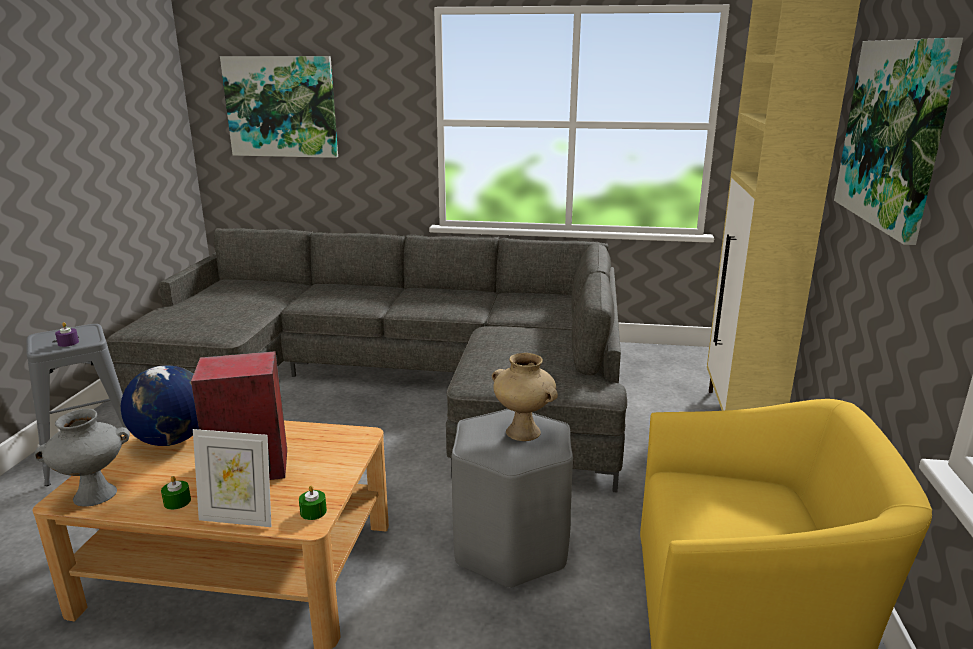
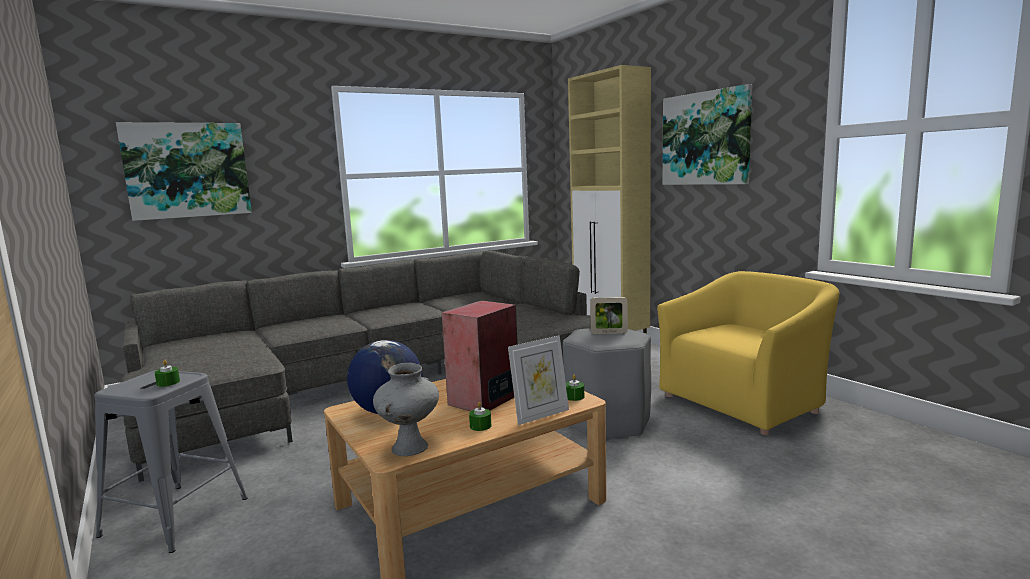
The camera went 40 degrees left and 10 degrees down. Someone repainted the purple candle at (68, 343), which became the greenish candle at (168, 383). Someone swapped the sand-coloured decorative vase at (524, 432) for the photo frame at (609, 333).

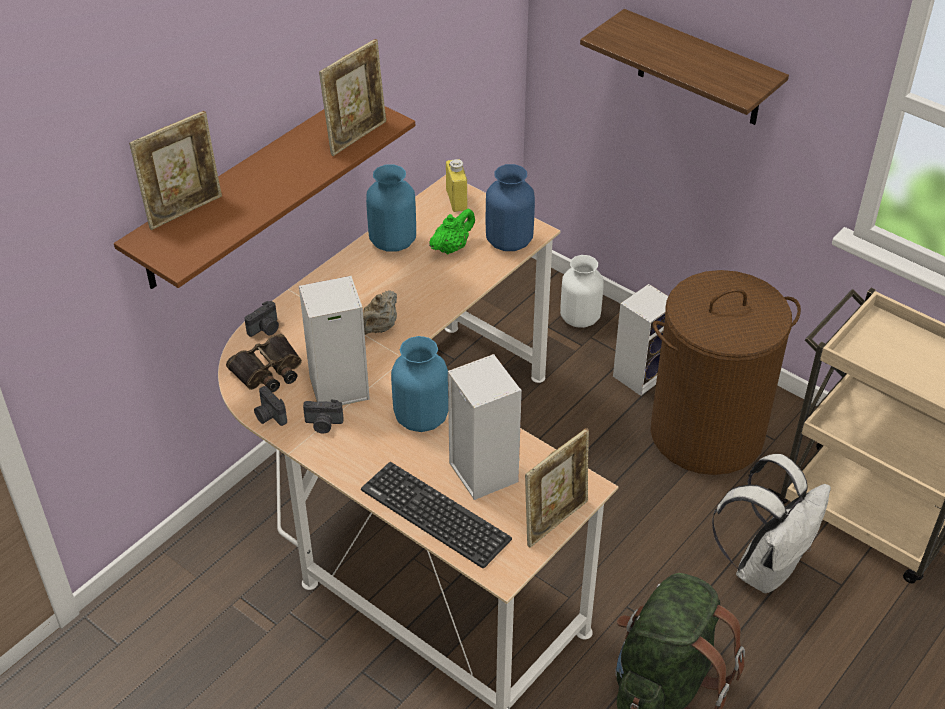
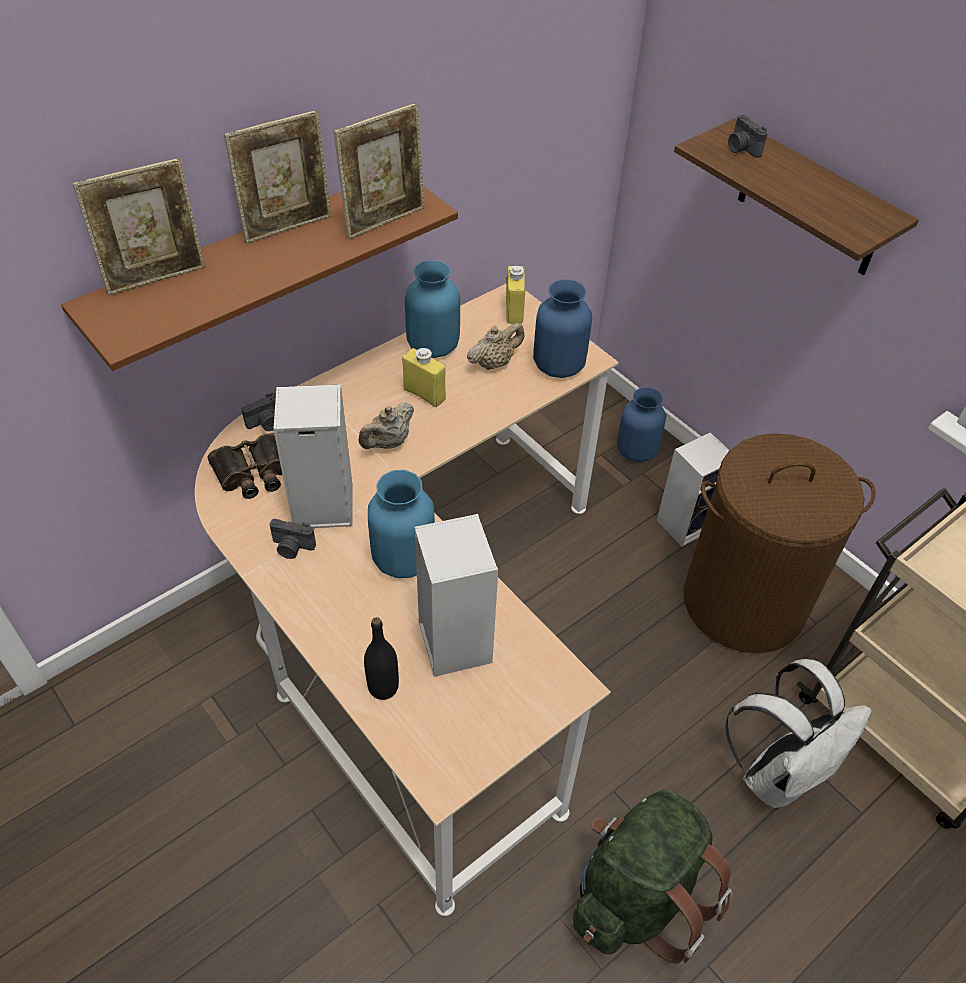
The camera went 10 degrees right and 5 degrees up. Someone repainted the greenish pot for tea at (452, 247), which became the sand-coloured pot for tea at (494, 363). Someone repainted the white decorative vase at (580, 317), which became the blue decorative vase at (636, 450). Someone carried the photo camera from (269, 416) to (741, 148). Someone carried the photo frame from (555, 520) to (288, 227). Someone swapped the PC keyboard at (435, 514) for the black beverage bottle at (383, 687). Someone put down the yellowish beverage bottle at (424, 394).

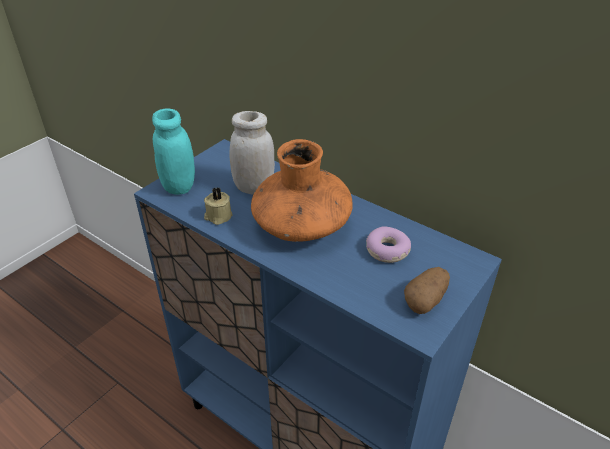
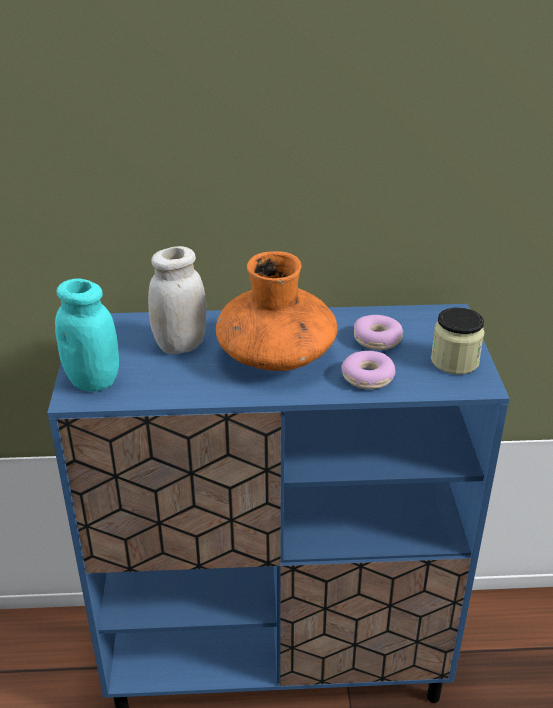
The camera went 40 degrees left and 5 degrees down. Someone took away the sand-coloured candle at (218, 216). Someone swapped the potato at (425, 300) for the preserve jar at (454, 361). Someone put down the donut at (368, 377).

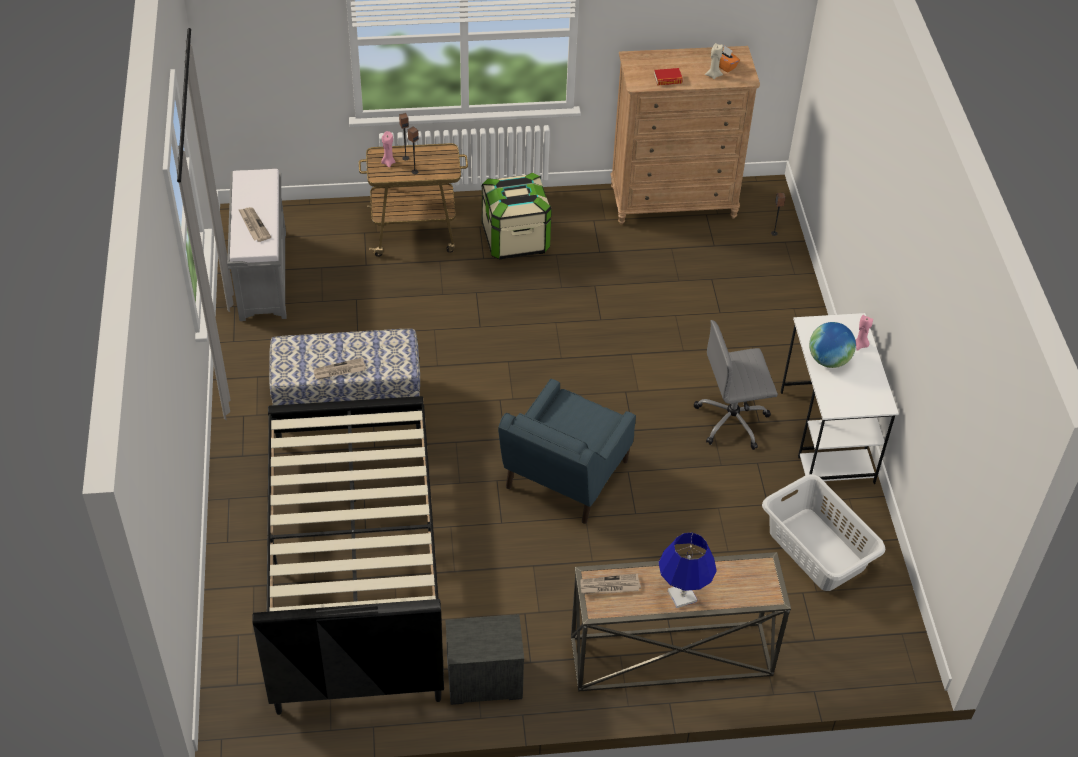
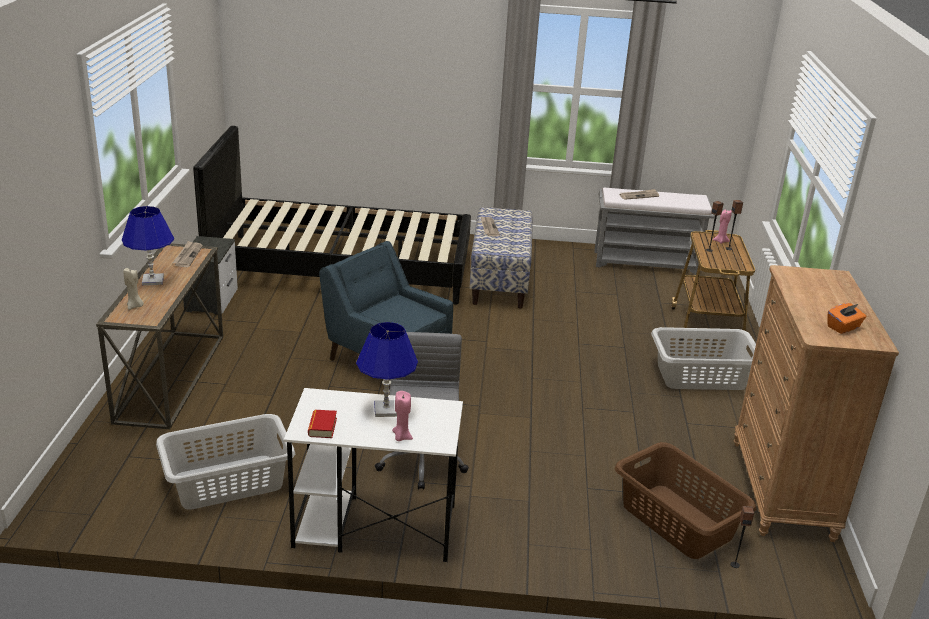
The camera went 100 degrees right and 20 degrees down. Someone carried the sand-coloured candle from (713, 75) to (135, 306). Someone carried the volume from (667, 79) to (322, 427). Someone swapped the storage container at (515, 239) for the grey hamper at (701, 376). Someone swapped the world globe at (829, 360) for the blue table lamp at (386, 409). Someone put down the brown-coloured hamper at (676, 522).

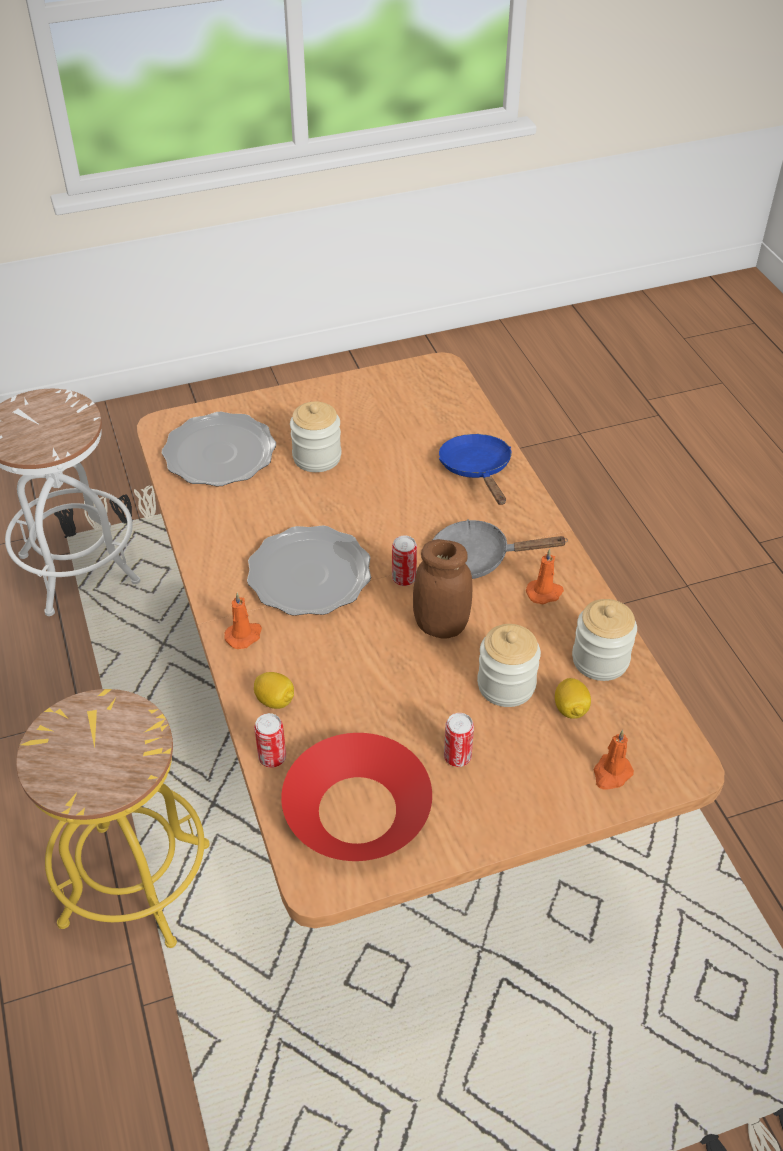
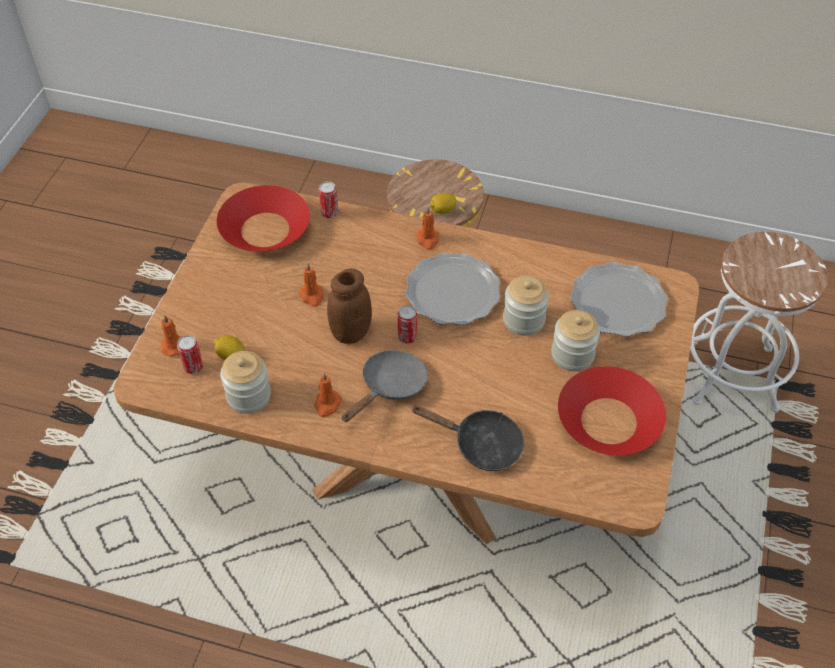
The camera went 125 degrees right and 5 degrees up. Someone repainted the blue frying pan at (477, 470), which became the black frying pan at (481, 444). Someone carried the preserve jar from (506, 685) to (523, 320). Someone carried the citrus fruit from (275, 700) to (442, 210). Someone carried the metal can from (457, 757) to (193, 367). Someone put down the orange candle at (312, 296). Someone put down the red serving bowl at (609, 420).

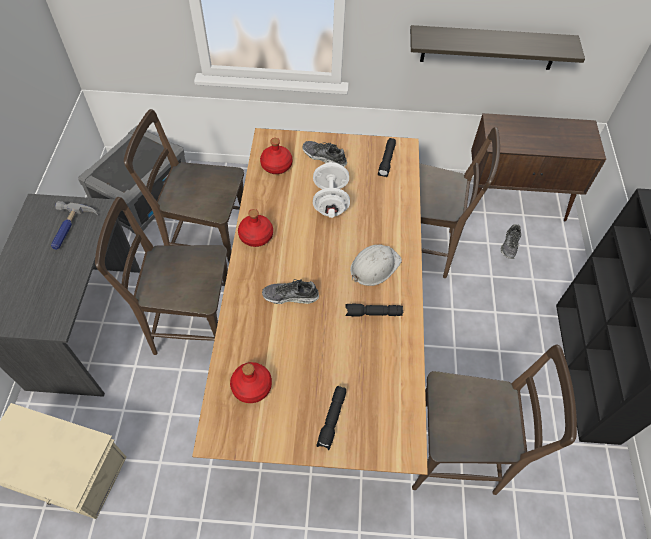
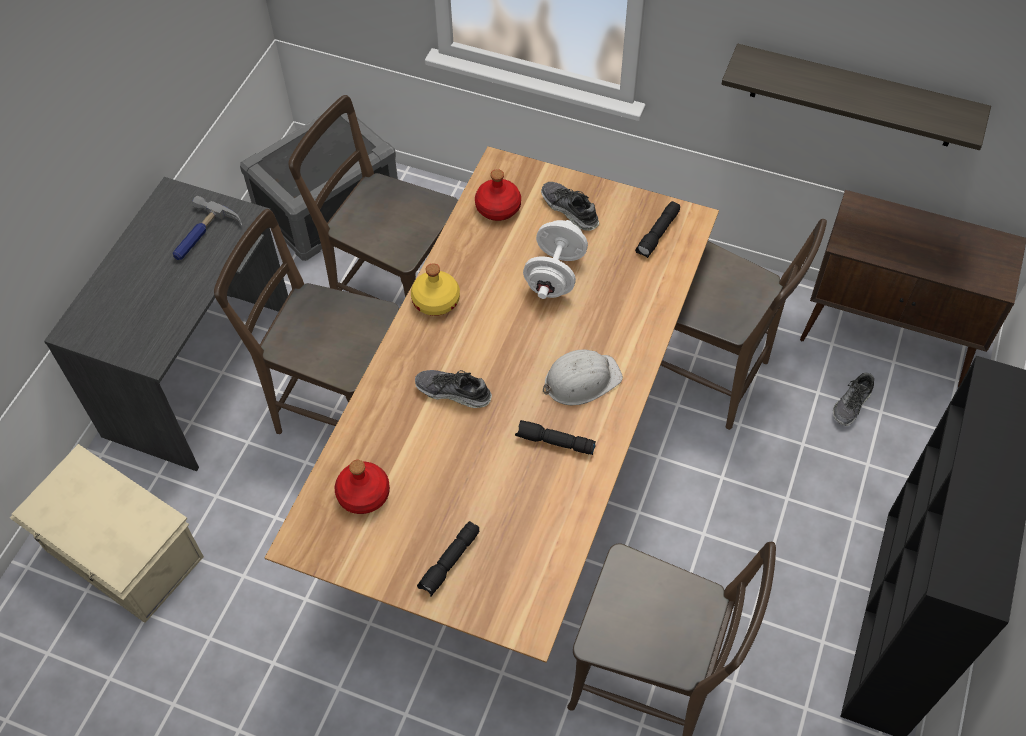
The camera went 20 degrees right and 0 degrees up. Someone repainted the red beverage bottle at (256, 236), which became the yellowish beverage bottle at (436, 300).

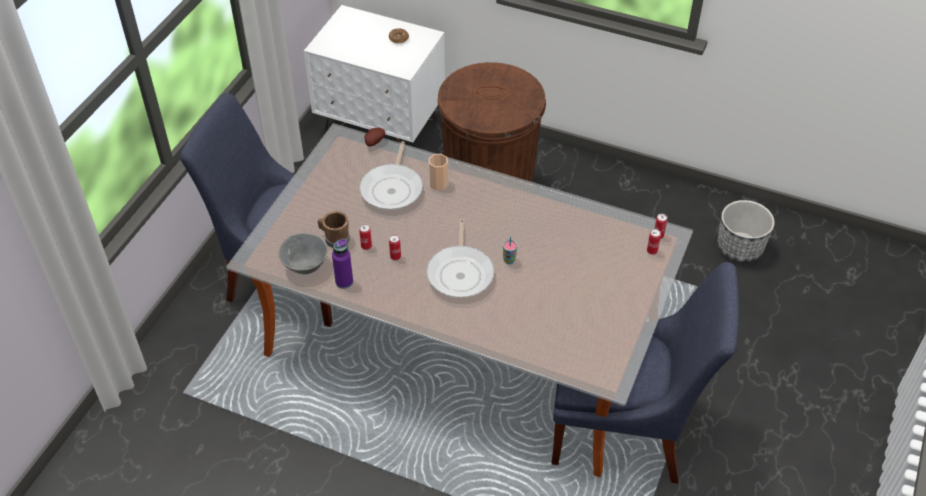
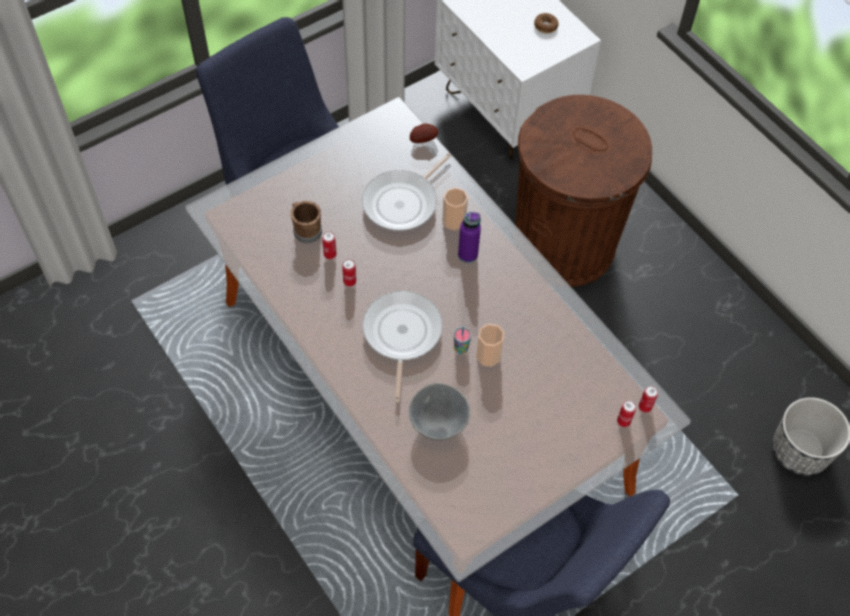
The camera went 30 degrees right and 10 degrees up. Someone rotated the frying pan at (461, 272) by 150 degrees clockwise. Someone carried the grey serving bowl from (304, 266) to (436, 424). Someone carried the purple beverage bottle from (344, 282) to (467, 255). Someone put down the cup at (488, 356).

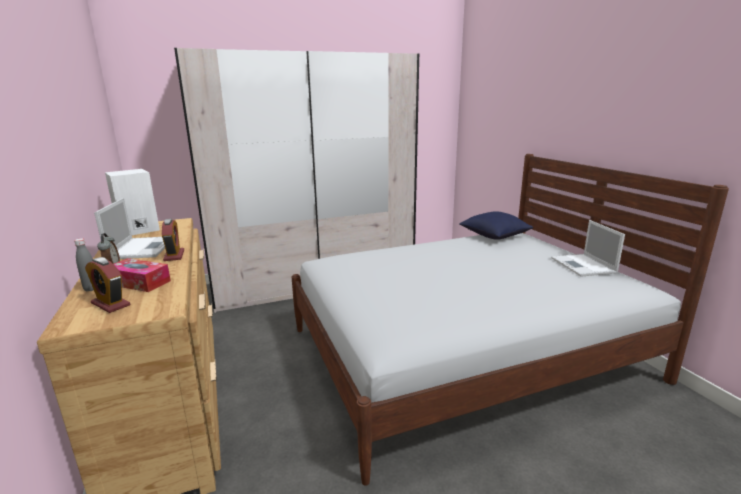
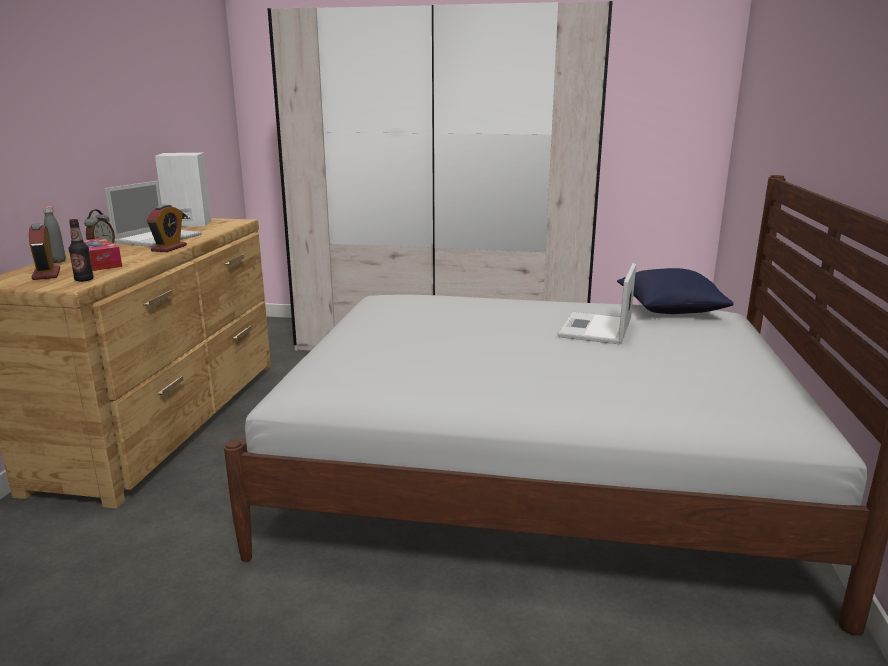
The camera went 30 degrees right and 0 degrees up. Someone carried the notebook computer from (583, 266) to (595, 329). Someone put down the beverage bottle at (84, 280).

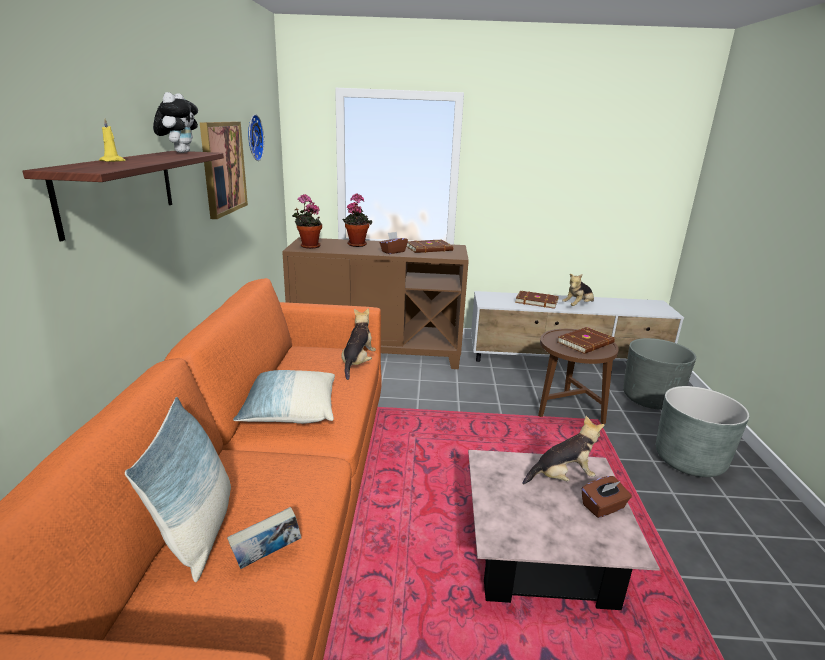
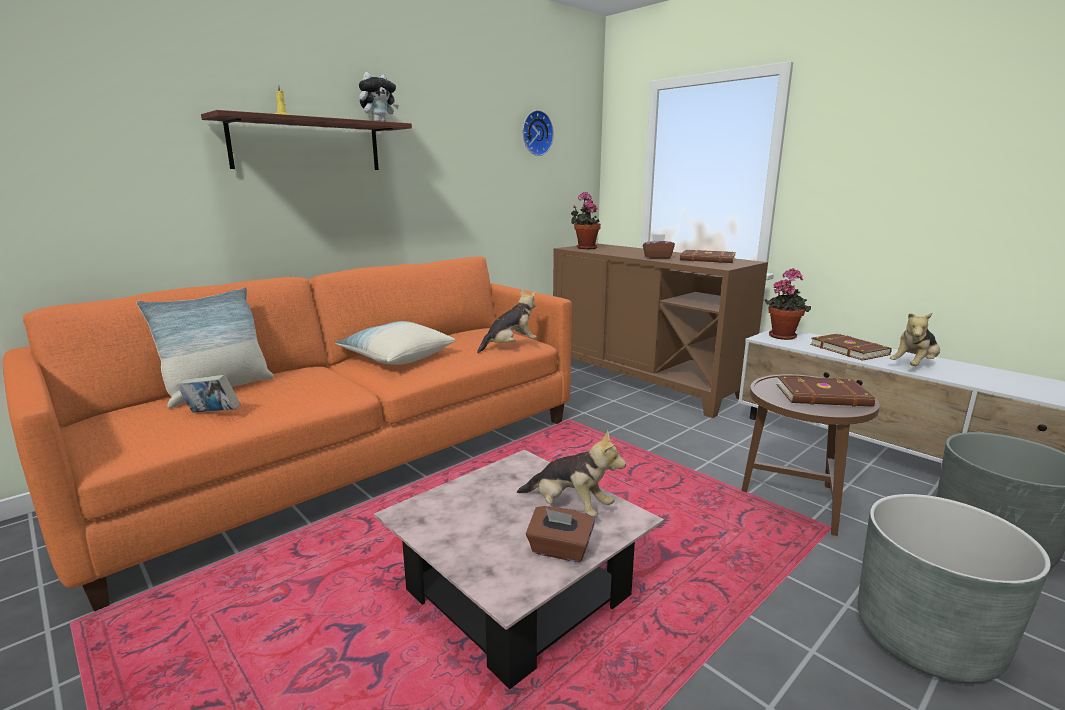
The camera went 45 degrees right and 5 degrees down. Someone took away the wall picture at (223, 168). Someone carried the houseplant from (356, 244) to (783, 336). Someone rotated the plush toy at (578, 306) by 45 degrees counterclockwise.

